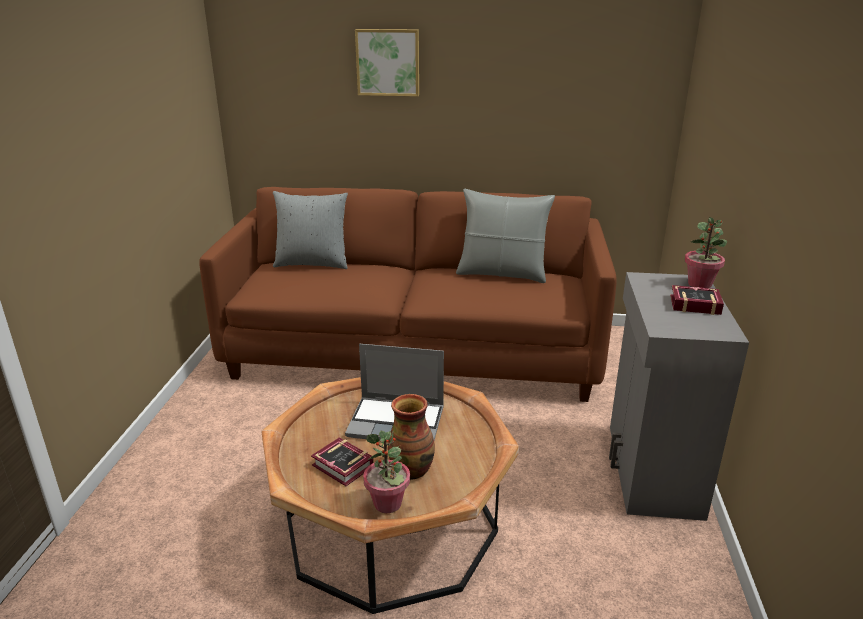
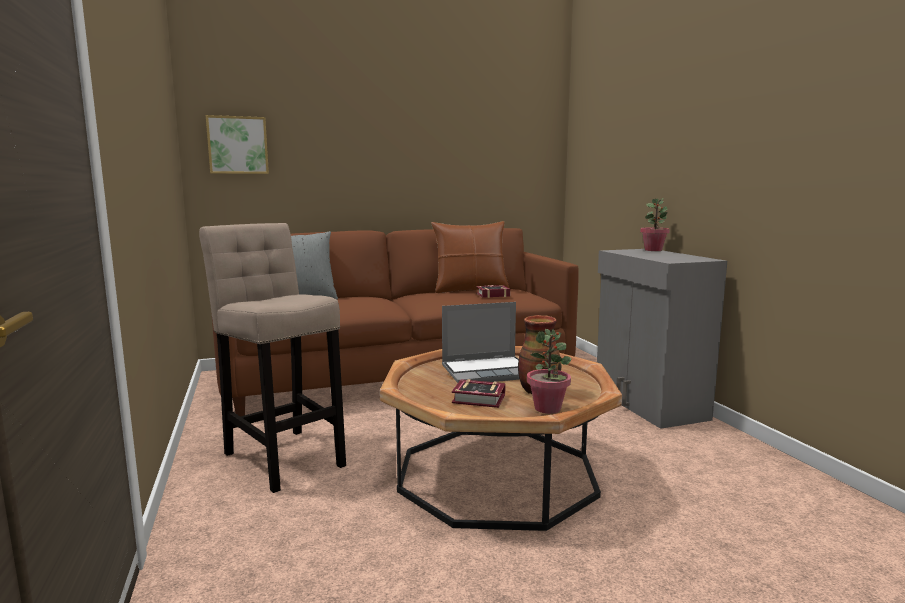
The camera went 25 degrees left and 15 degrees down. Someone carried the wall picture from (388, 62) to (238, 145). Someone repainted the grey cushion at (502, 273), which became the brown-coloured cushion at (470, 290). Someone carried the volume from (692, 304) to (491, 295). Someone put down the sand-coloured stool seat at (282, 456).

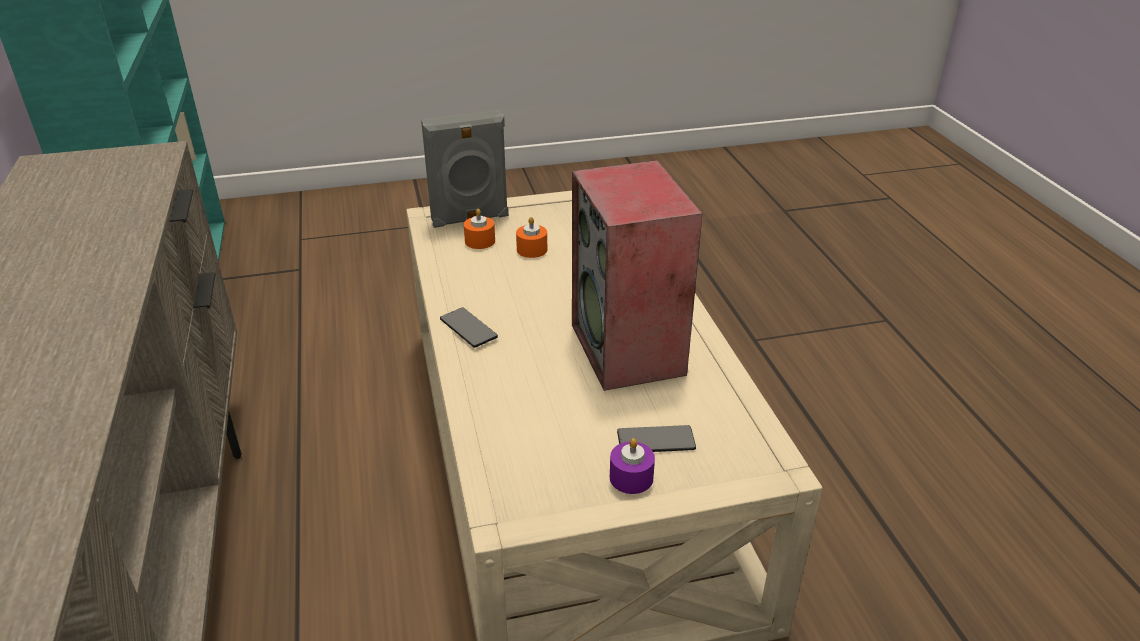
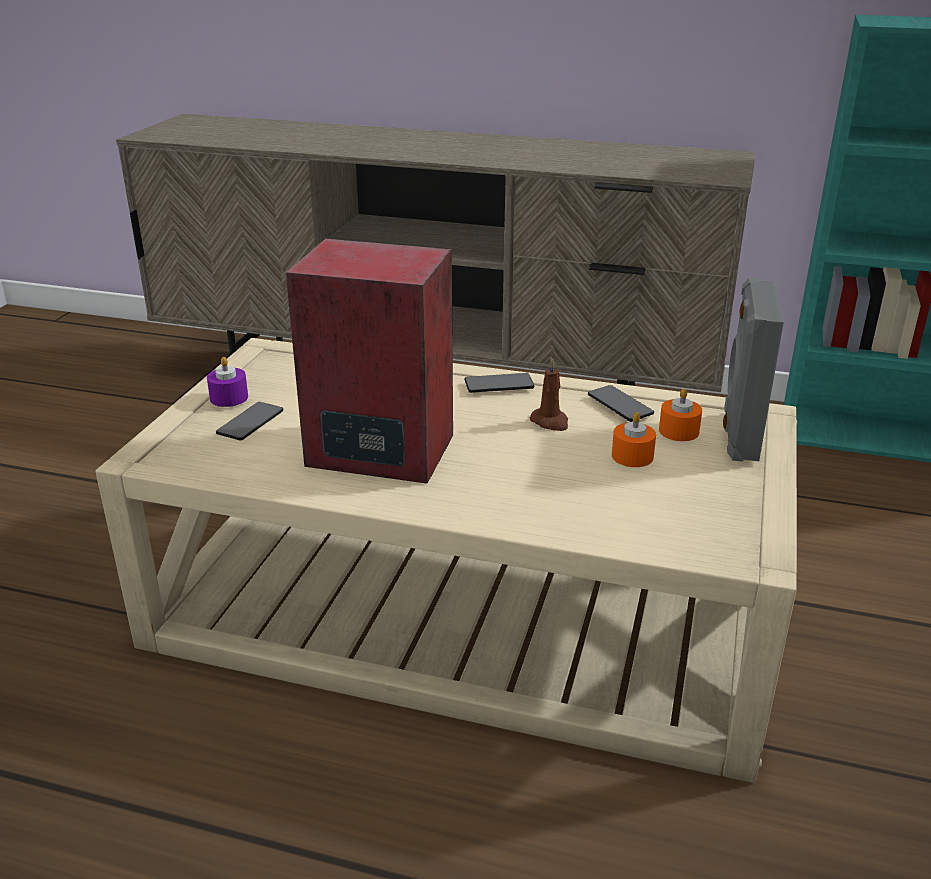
The camera went 120 degrees right and 5 degrees down. Someone put down the brown-coloured candle at (550, 422). Someone put down the handset at (620, 405).

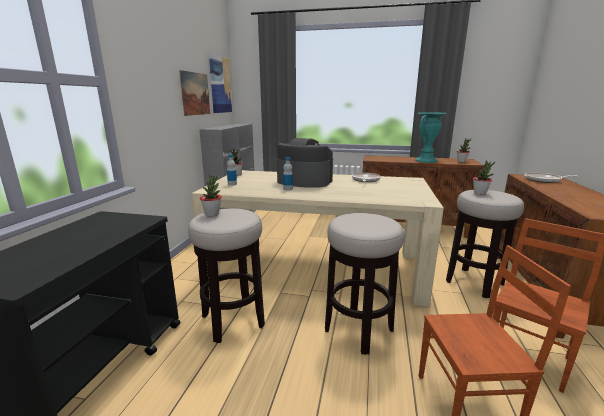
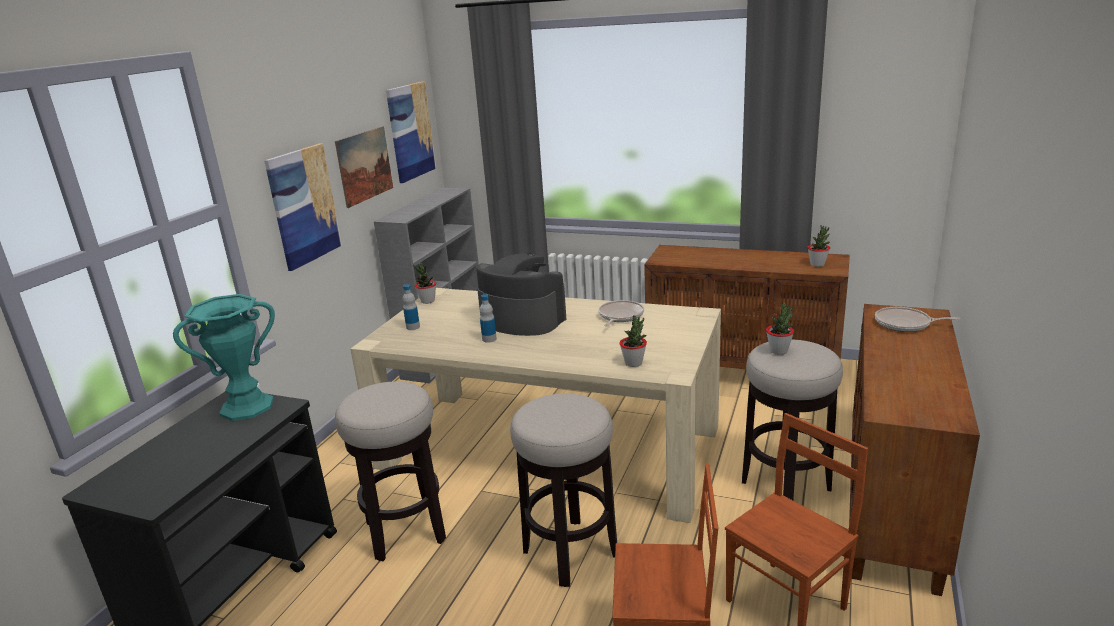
The camera went 10 degrees right and 5 degrees up. Someone carried the turquoise-coloured decorative vase from (426, 160) to (247, 407). Someone carried the houseplant from (212, 214) to (633, 363). Someone put up the wall picture at (304, 206).

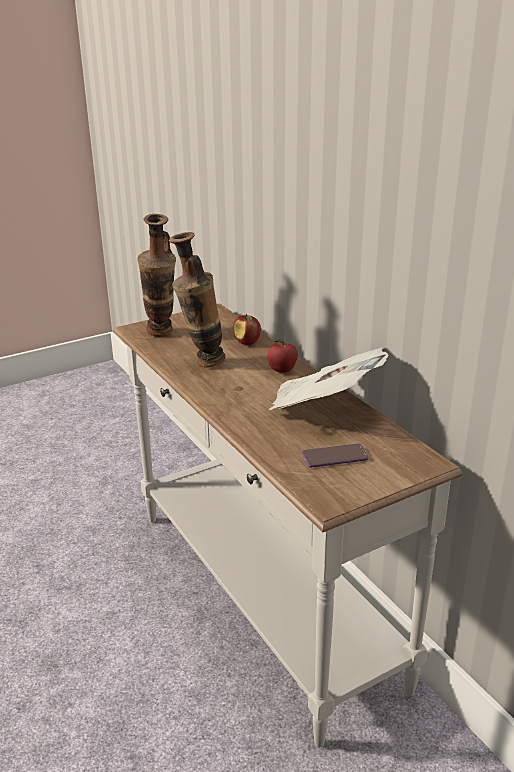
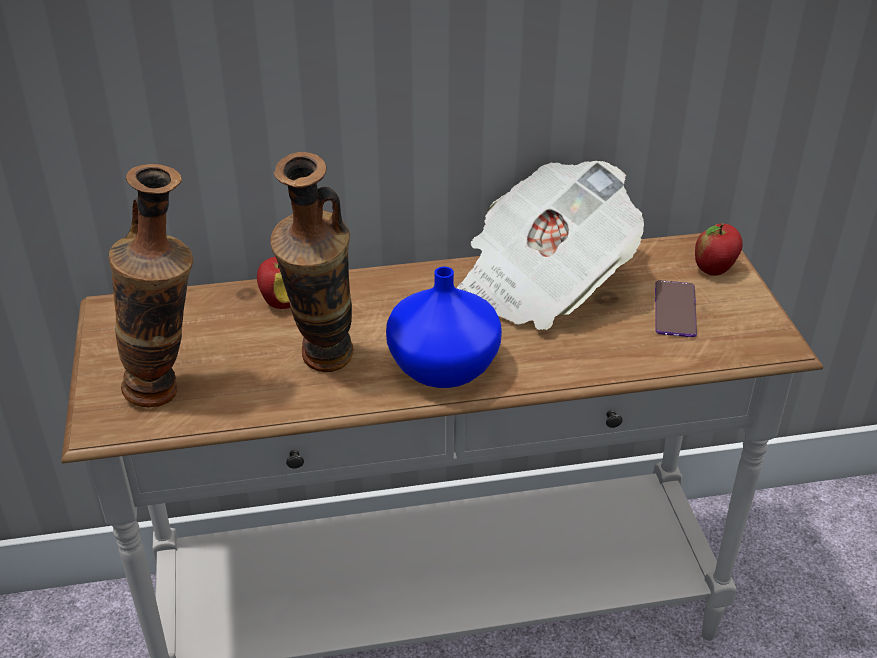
The camera went 70 degrees left and 10 degrees up. Someone carried the apple fruit from (282, 371) to (714, 270). Someone put down the blue decorative vase at (441, 368).

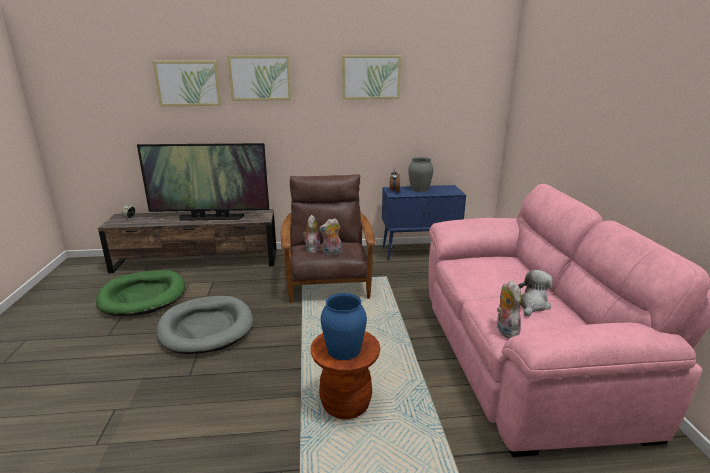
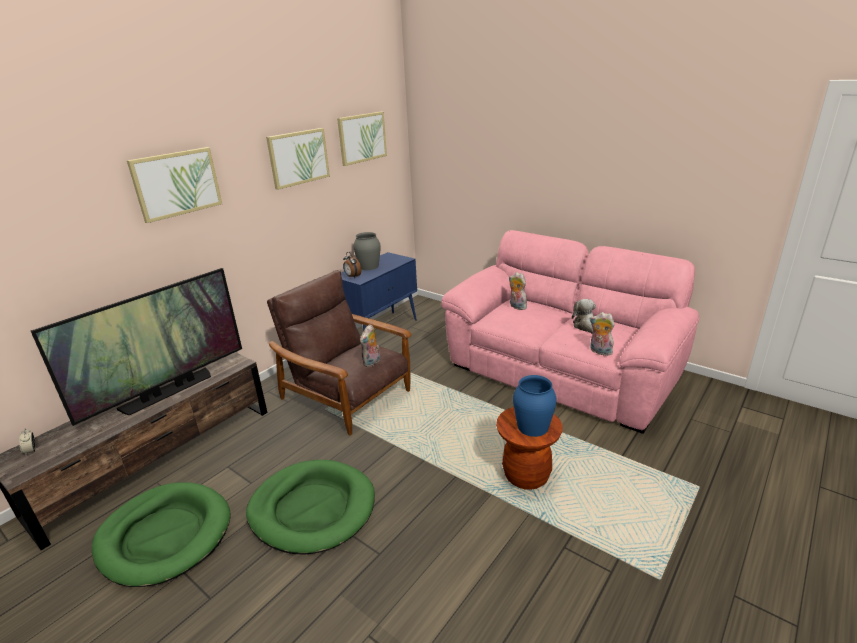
The camera went 45 degrees left and 5 degrees up. Someone carried the wall picture from (188, 83) to (362, 138). Someone carried the plush toy from (312, 249) to (516, 307). Someone repainted the grey pet bed at (206, 327), which became the greenish pet bed at (312, 509).

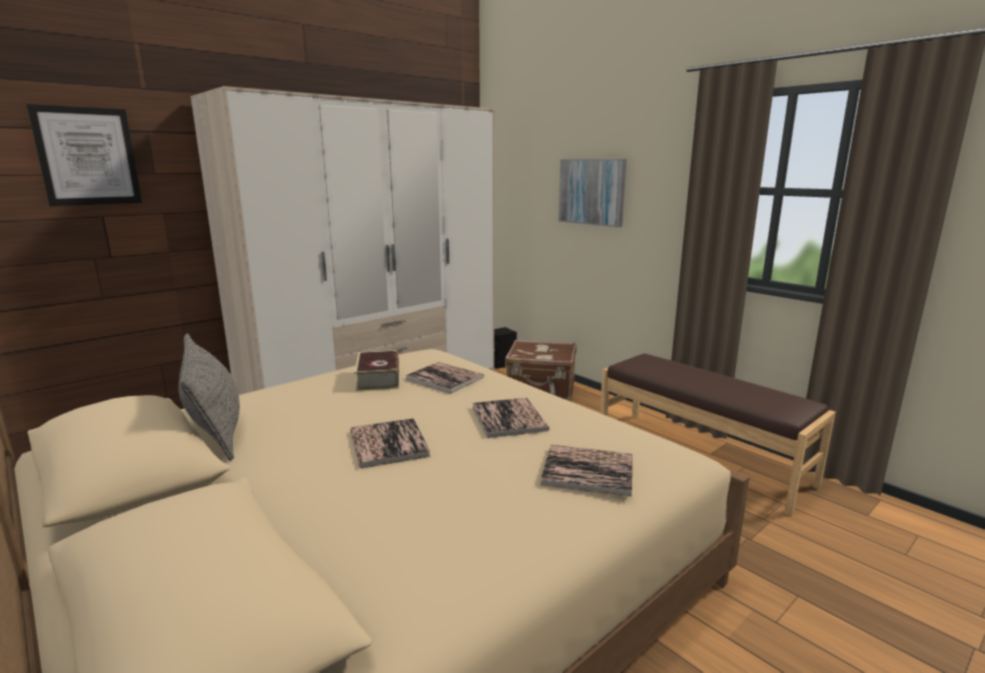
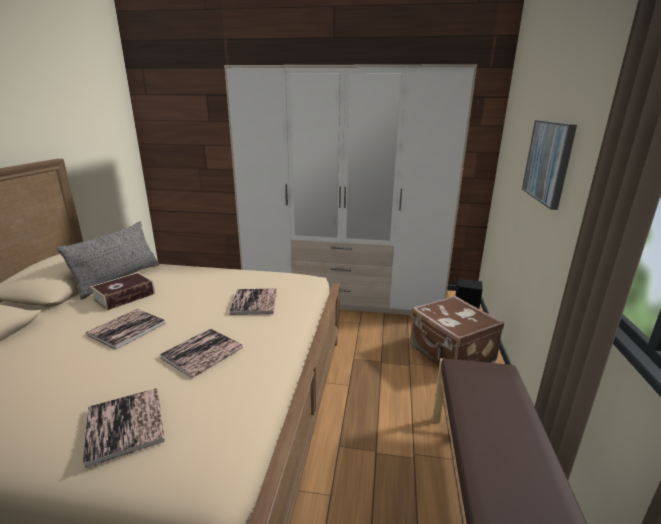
The camera went 50 degrees right and 5 degrees up. Someone took away the wall picture at (87, 156). Someone carried the volume from (378, 378) to (125, 297).

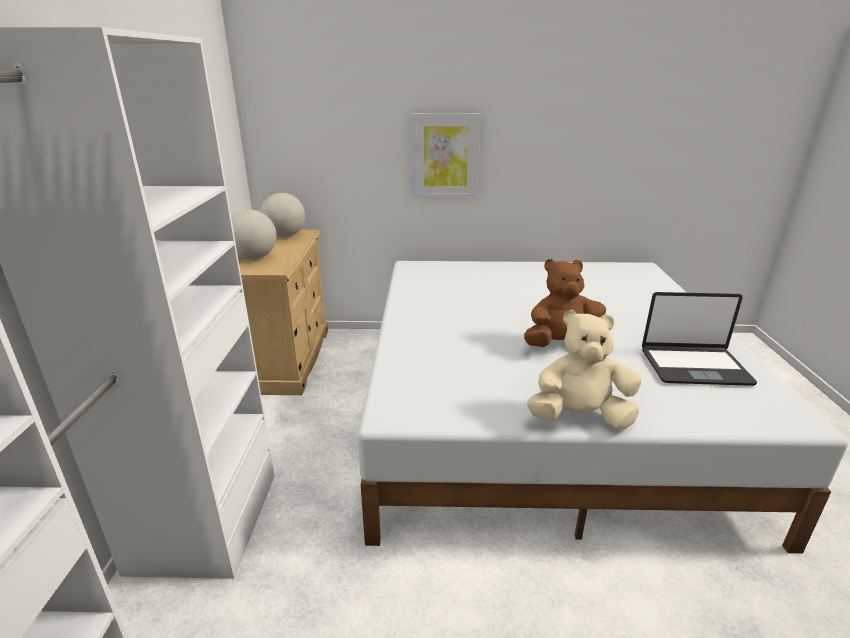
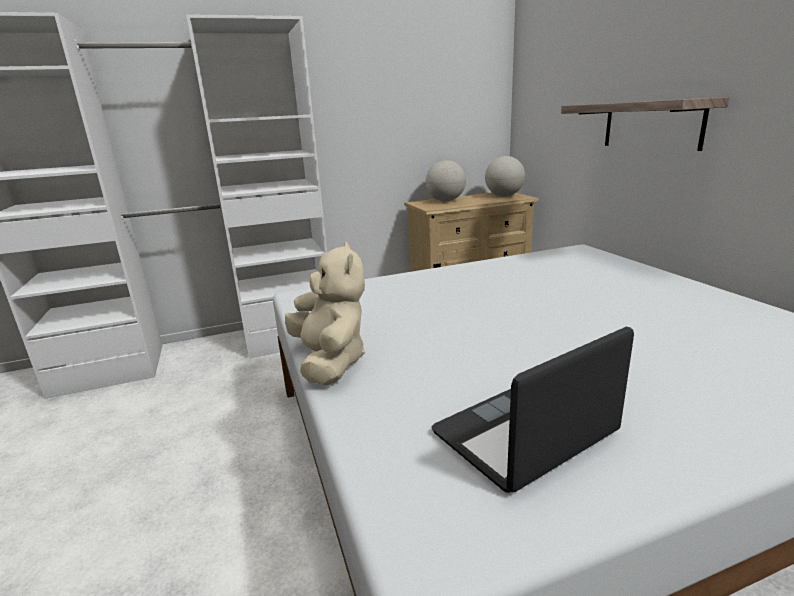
The camera went 70 degrees right and 5 degrees down. Someone swapped the wall picture at (445, 156) for the shelf at (651, 124). Someone took away the brown-coloured plush toy at (561, 345). Someone rotated the notebook computer at (694, 366) by 75 degrees clockwise.

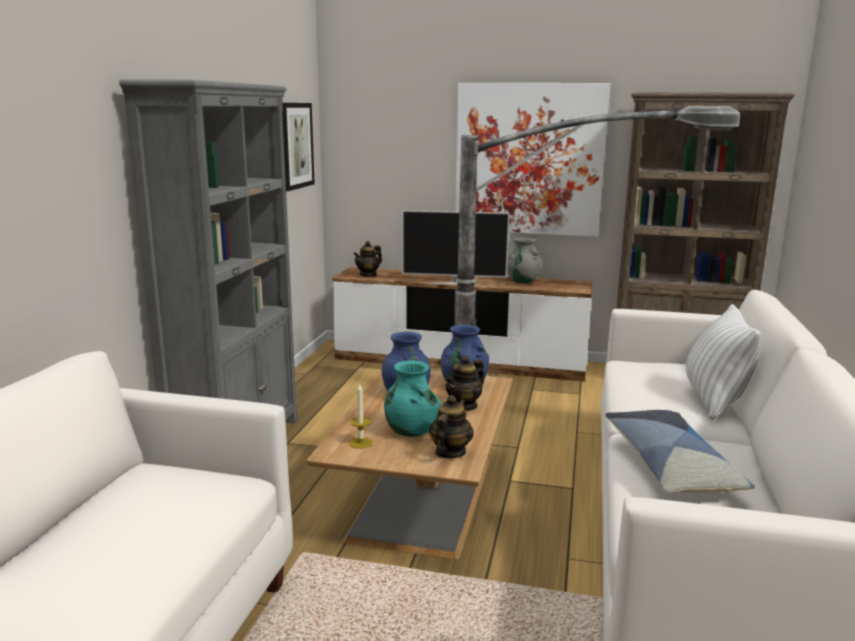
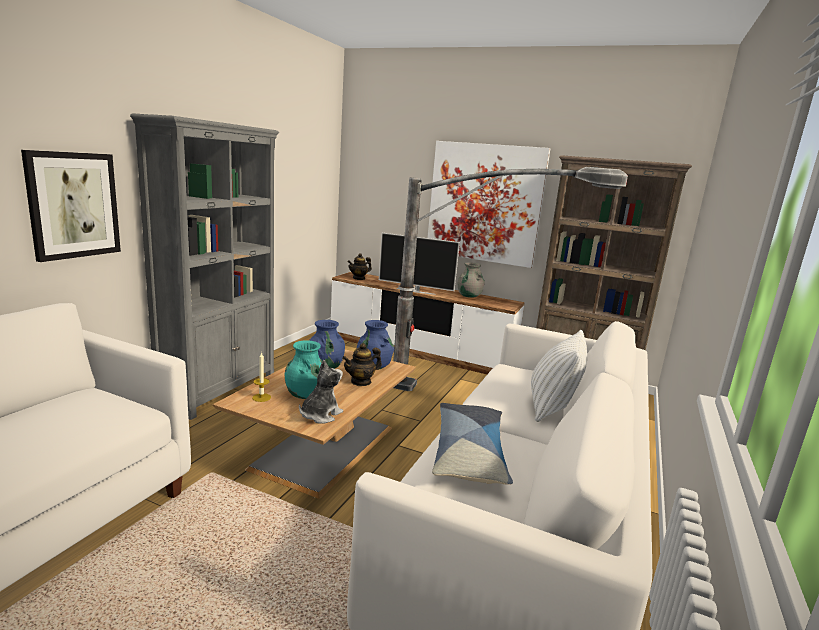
The camera went 10 degrees right and 0 degrees up. Someone carried the wall picture from (295, 145) to (73, 205). Someone swapped the pot for tea at (450, 452) for the plush toy at (320, 415).

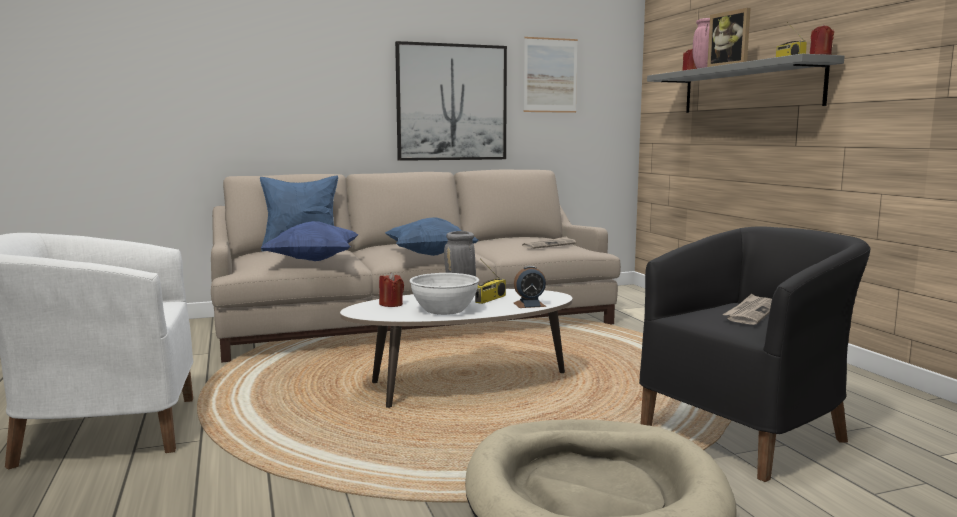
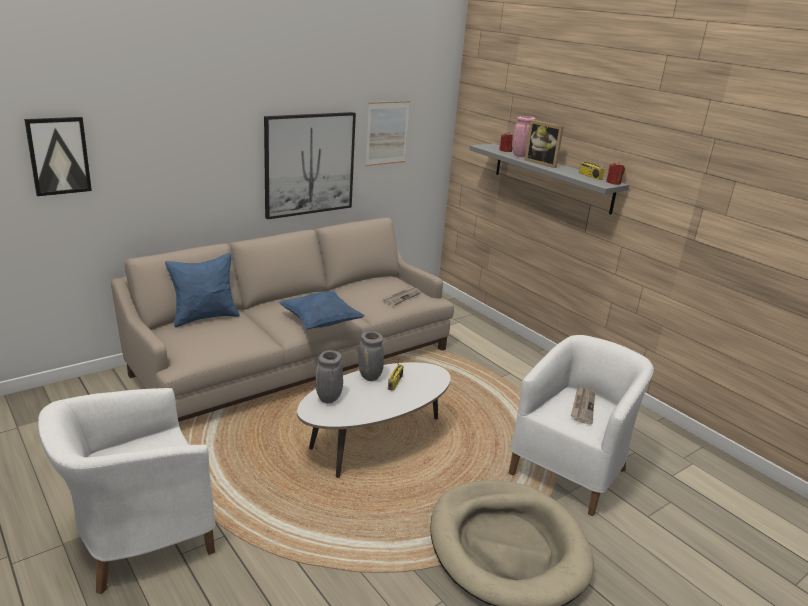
The camera went 20 degrees left and 15 degrees up. Someone took away the blue cushion at (313, 260). Someone repainted the black lounge chair at (748, 432), which became the white lounge chair at (570, 469). Someone took away the bedside clock at (529, 304). Someone swapped the red candle at (391, 304) for the grey decorative vase at (329, 399). Someone took away the white serving bowl at (444, 310). Someone put up the wall picture at (58, 156).

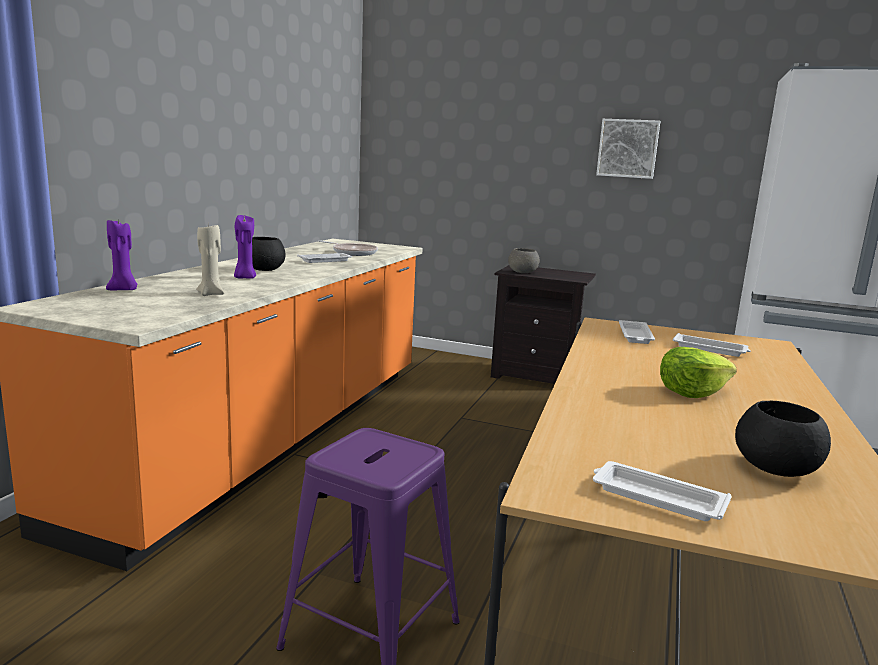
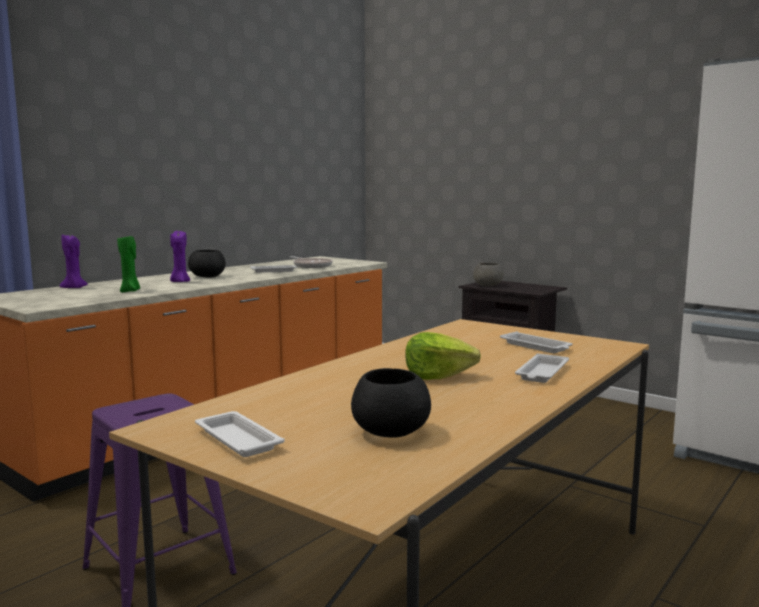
The camera went 20 degrees right and 5 degrees down. Someone took away the wall picture at (628, 148). Someone repainted the sand-coloured candle at (211, 294), which became the greenish candle at (130, 291). Someone carried the white serving tray from (635, 336) to (542, 373).

